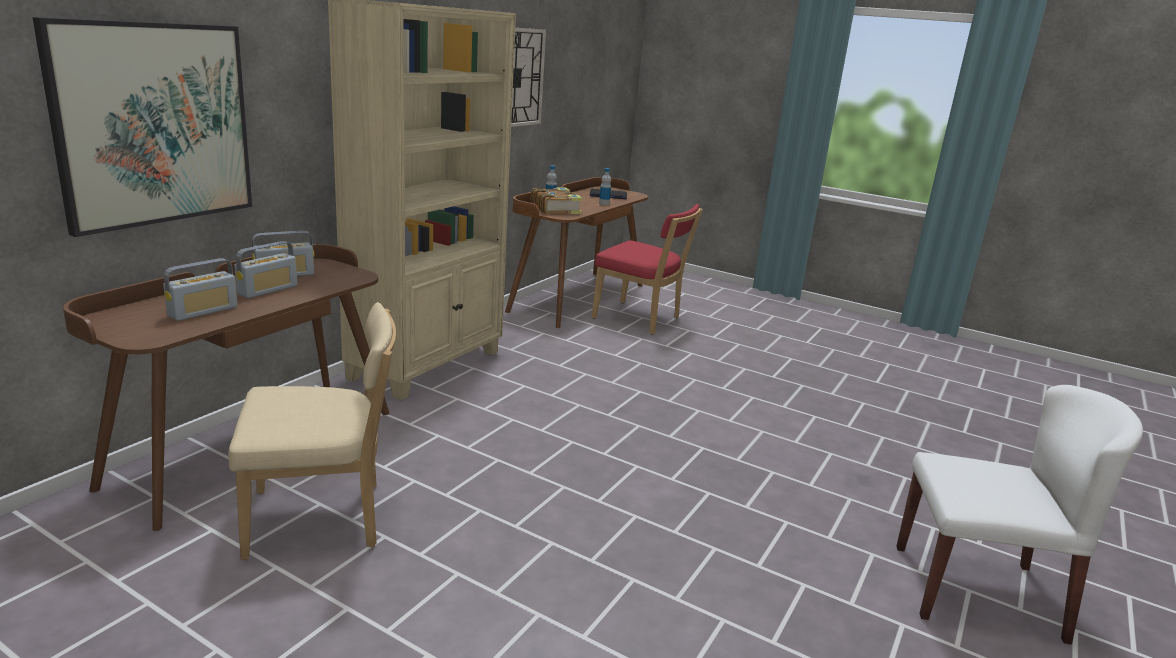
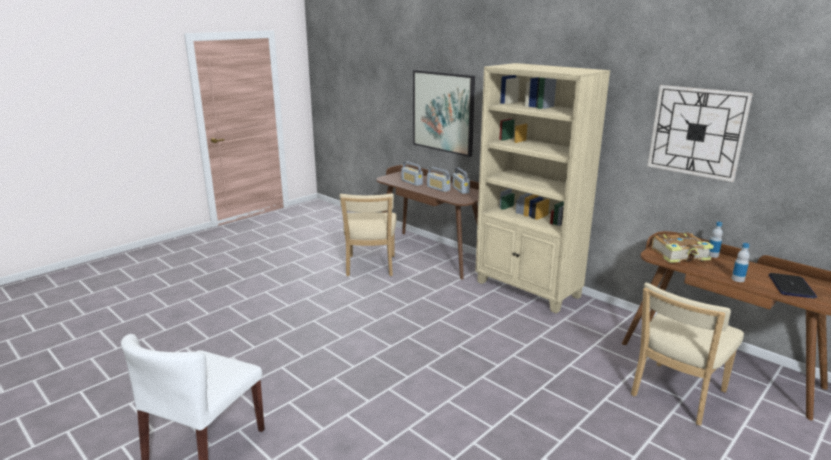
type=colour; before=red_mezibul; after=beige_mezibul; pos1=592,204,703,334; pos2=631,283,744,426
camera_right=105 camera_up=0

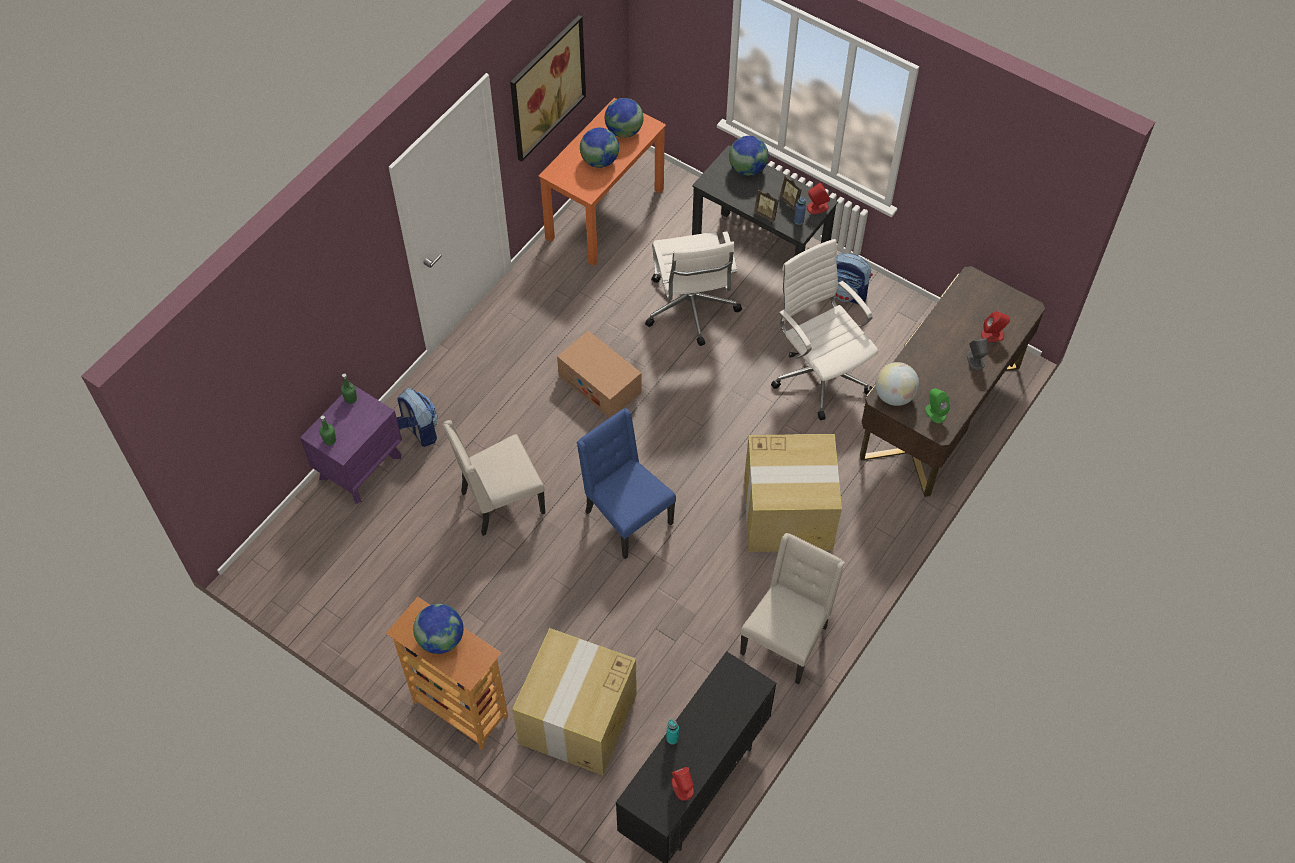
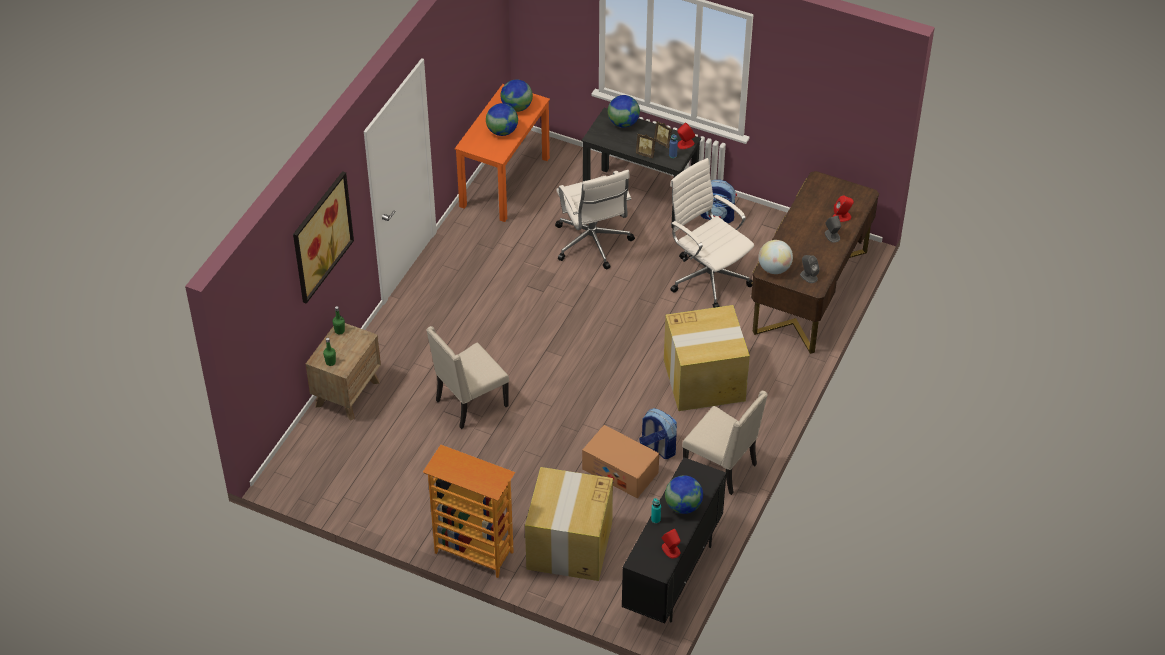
type=missing; before=blue_mezibul; pos1=577,408,676,559
type=relocated; before=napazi; pos1=397,388,438,447; pos2=639,408,677,459
type=relocated; before=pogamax; pos1=413,604,464,654; pos2=665,475,703,514
type=relocated; before=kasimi; pos1=510,15,586,162; pos2=293,171,354,304
type=relocated; before=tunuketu; pos1=557,330,642,418; pos2=582,425,659,498
type=colour; before=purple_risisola; after=brown_risisola; pos1=300,385,402,504; pos2=306,323,381,421
type=colour; before=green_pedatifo; after=grey_pedatifo; pos1=925,388,950,423; pos2=800,255,820,283
type=spun; before=beige_mezibul; pos1=740,533,845,685; pos2=682,391,768,495; turn=105
camera_right=-10 camera_up=-10

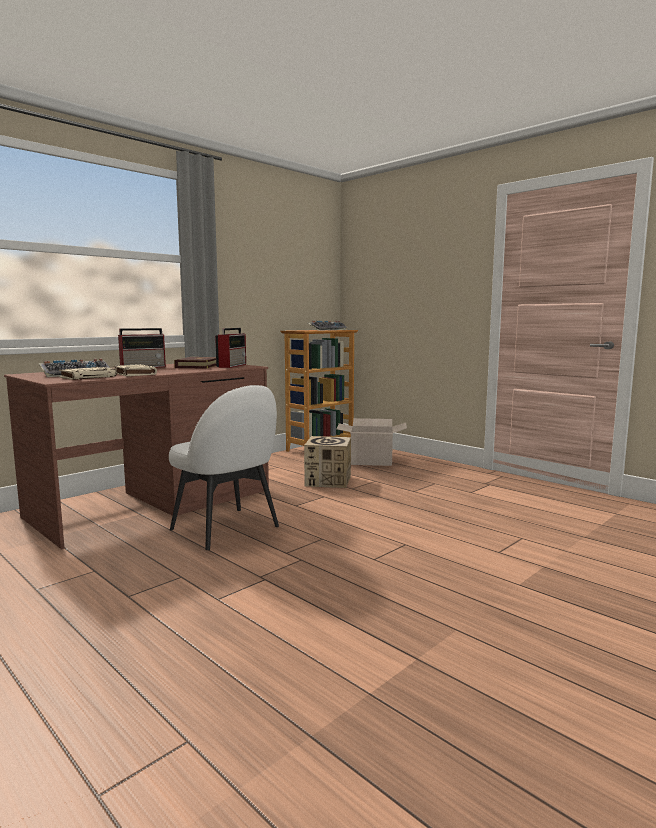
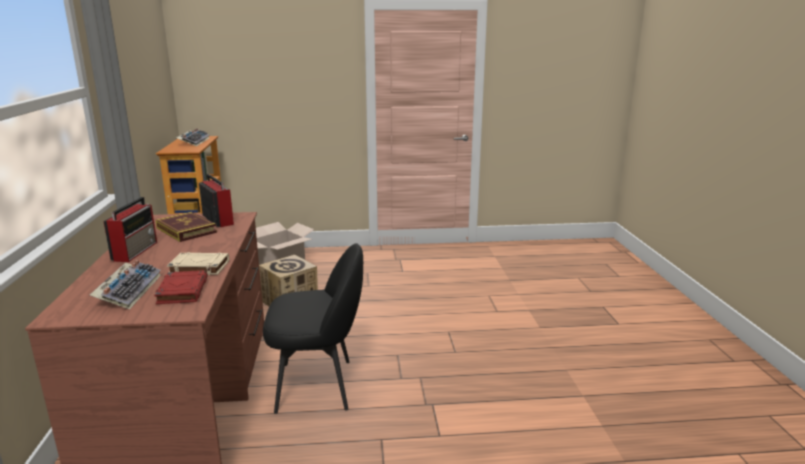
type=colour; before=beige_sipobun; after=red_sipobun; pos1=59,367,117,380; pos2=154,270,208,304
type=colour; before=white_mezibul; after=black_mezibul; pos1=169,385,279,550; pos2=263,243,363,414
camera_right=-50 camera_up=10

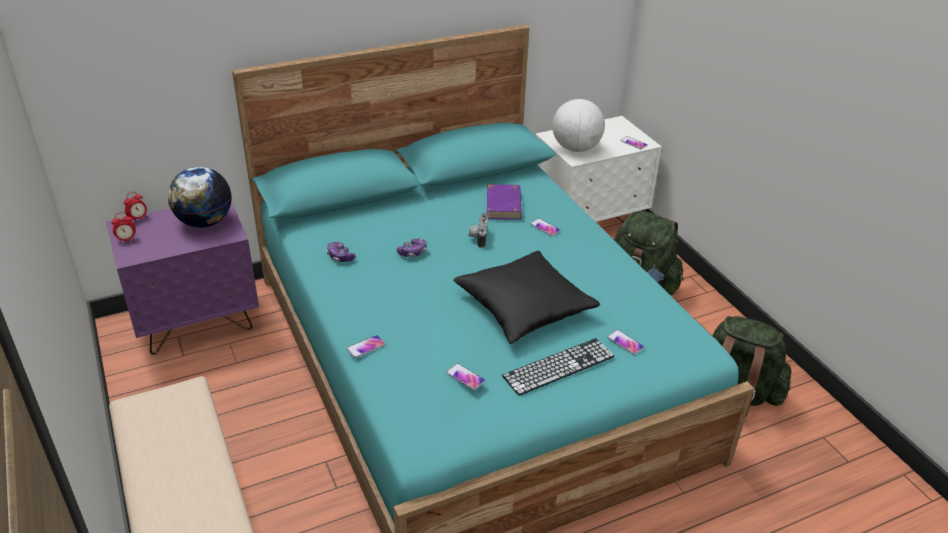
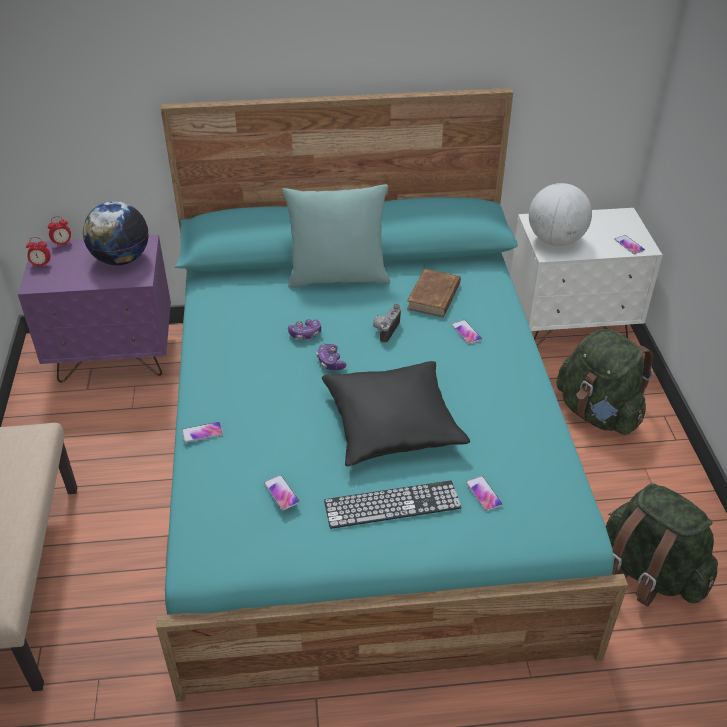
type=appeared; after=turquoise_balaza; pos2=282,184,390,288
type=relocated; before=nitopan; pos1=327,242,355,262; pos2=317,344,346,370
type=colour; before=purple_sipobun; after=brown_sipobun; pos1=487,184,522,220; pos2=407,269,461,317
camera_right=20 camera_up=5

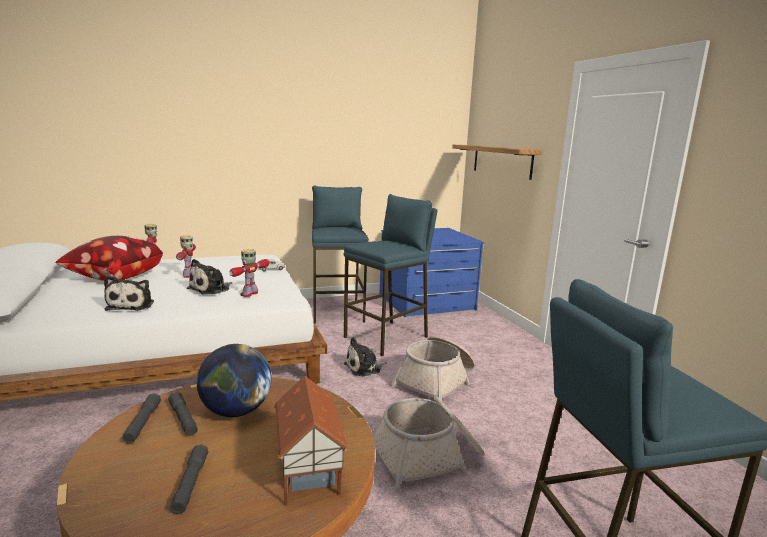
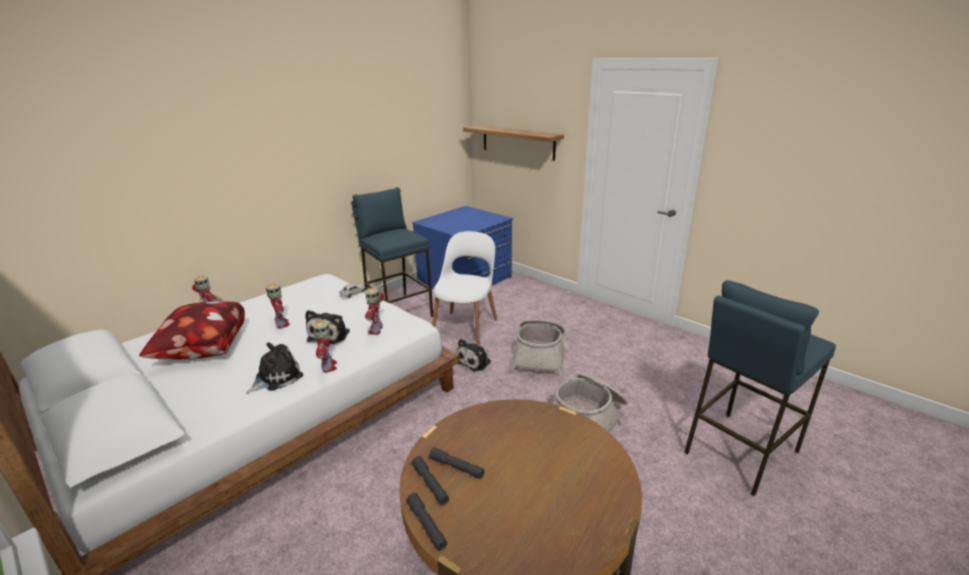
type=missing; before=pogamax; pos1=197,344,272,417
type=missing; before=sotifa; pos1=274,376,349,505
type=appeared; after=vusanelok; pos2=312,321,337,372
type=relocated; before=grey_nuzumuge; pos1=170,444,208,514; pos2=406,492,447,551
type=exchanged; before=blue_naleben; after=white_mezibul; pos1=344,194,437,356; pos2=432,231,497,345
type=spun; before=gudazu; pos1=104,276,154,311; pos2=246,342,303,394; turn=-105
camera_right=-25 camera_up=10

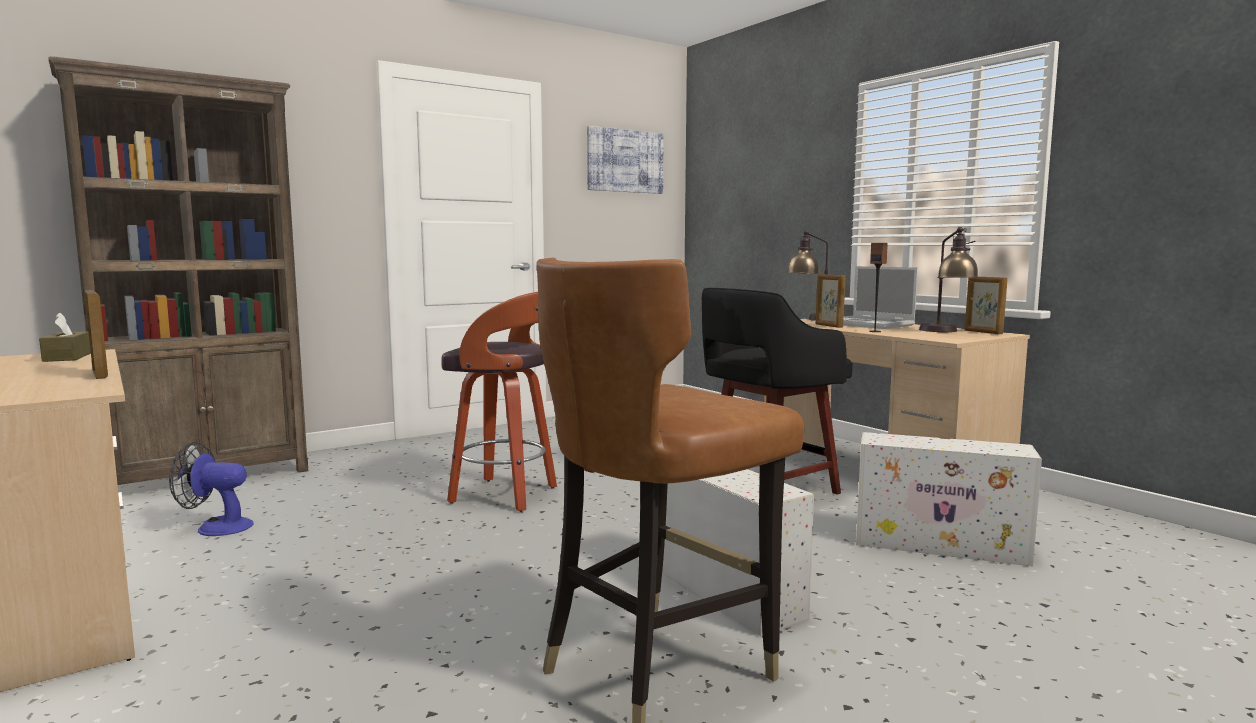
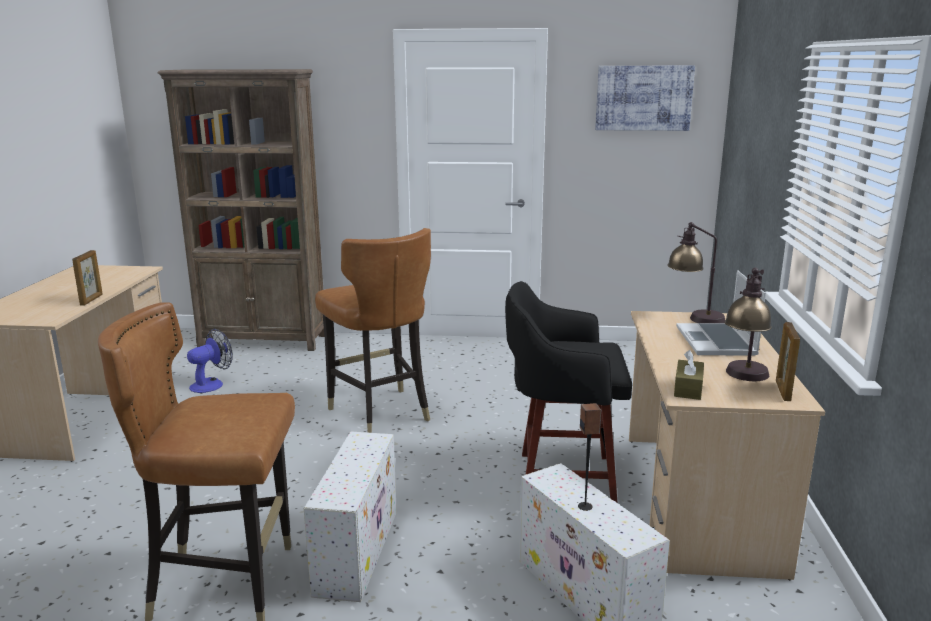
type=missing; before=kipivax; pos1=816,274,845,328
type=relocated; before=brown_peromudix; pos1=39,313,91,362; pos2=674,350,704,400
type=relocated; before=pedatifo; pos1=869,243,888,332; pos2=578,403,601,511
type=exchanged; before=naleben; after=brown_mezibul; pos1=441,292,557,512; pos2=315,228,431,433
type=spun; before=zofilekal; pos1=169,442,254,536; pos2=187,329,233,393; turn=90
camera_right=40 camera_up=10

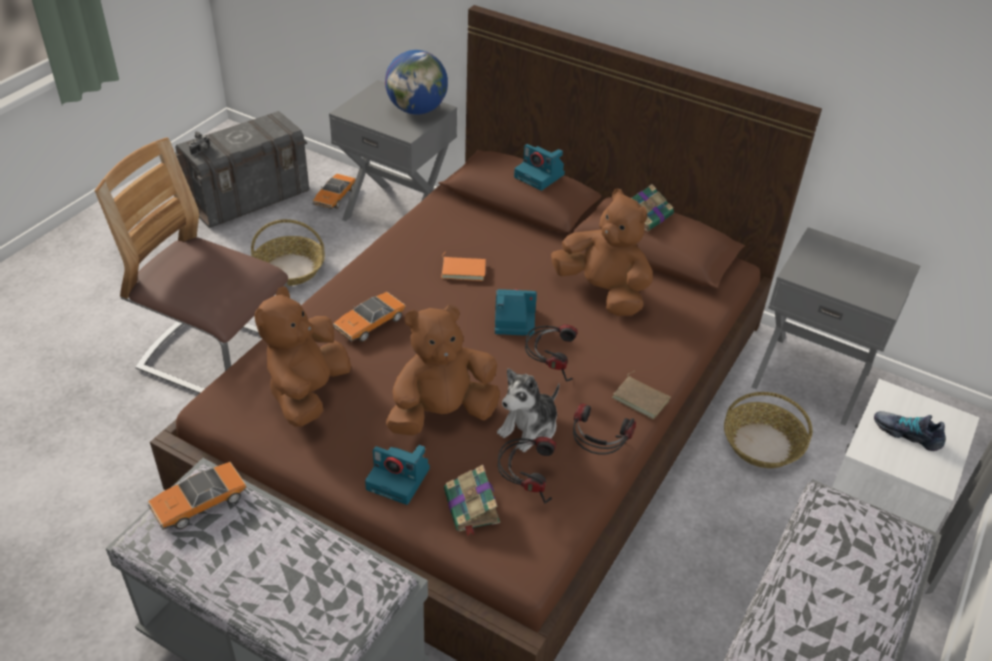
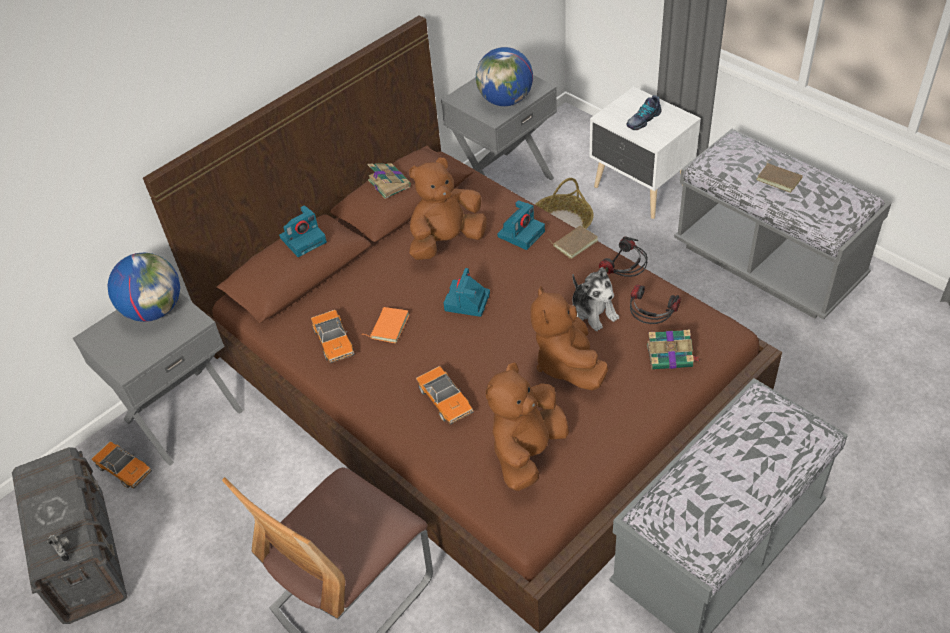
type=missing; before=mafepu; pos1=251,219,325,286
type=missing; before=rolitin; pos1=525,324,578,381
type=appeared; after=pogamax; pos2=476,47,533,106
type=appeared; after=brown_sipobun; pos2=756,159,803,193
type=relocated; before=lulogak; pos1=148,462,246,530; pos2=311,310,354,363
type=relocated; before=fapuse; pos1=365,445,430,505; pos2=497,200,545,250
type=spun; before=brown_gudazu; pos1=255,286,351,427; pos2=485,363,569,491; turn=90
camera_right=-70 camera_up=5

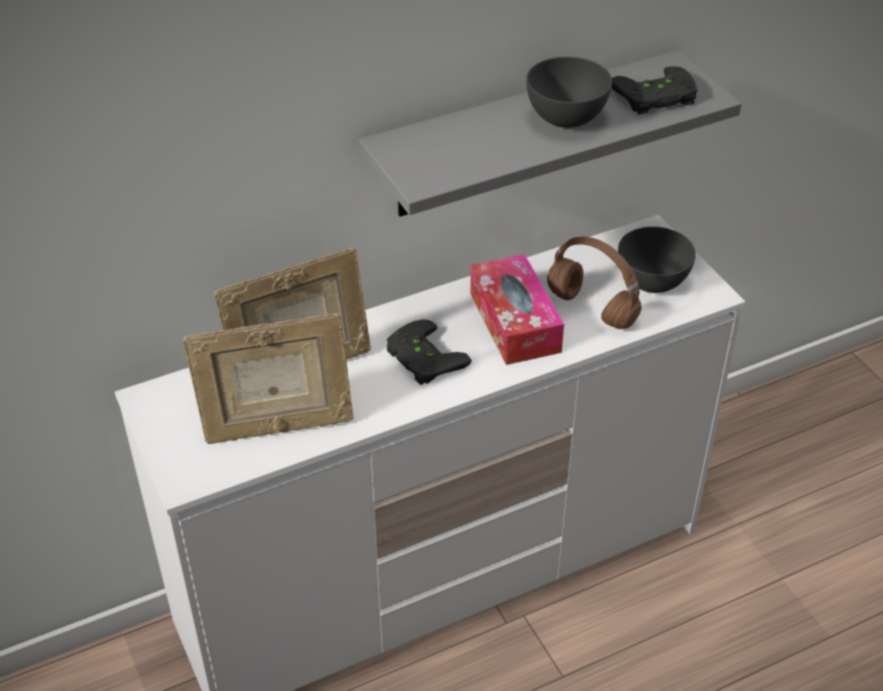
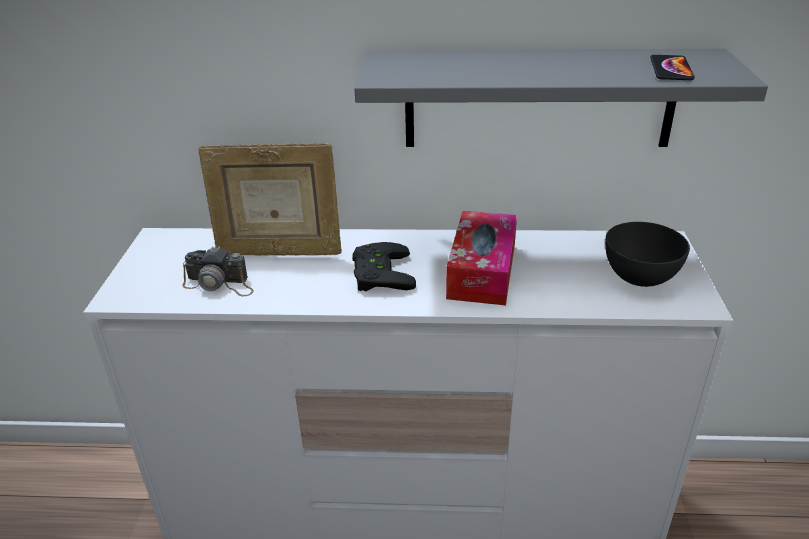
type=missing; before=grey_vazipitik; pos1=526,57,612,128
type=missing; before=brown_rolitin; pos1=547,237,642,329
type=exchanged; before=kipivax; after=fapuse; pos1=183,313,354,444; pos2=183,246,254,296
type=exchanged; before=black_nitopan; after=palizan; pos1=612,66,697,115; pos2=650,55,695,80
camera_right=30 camera_up=-10

